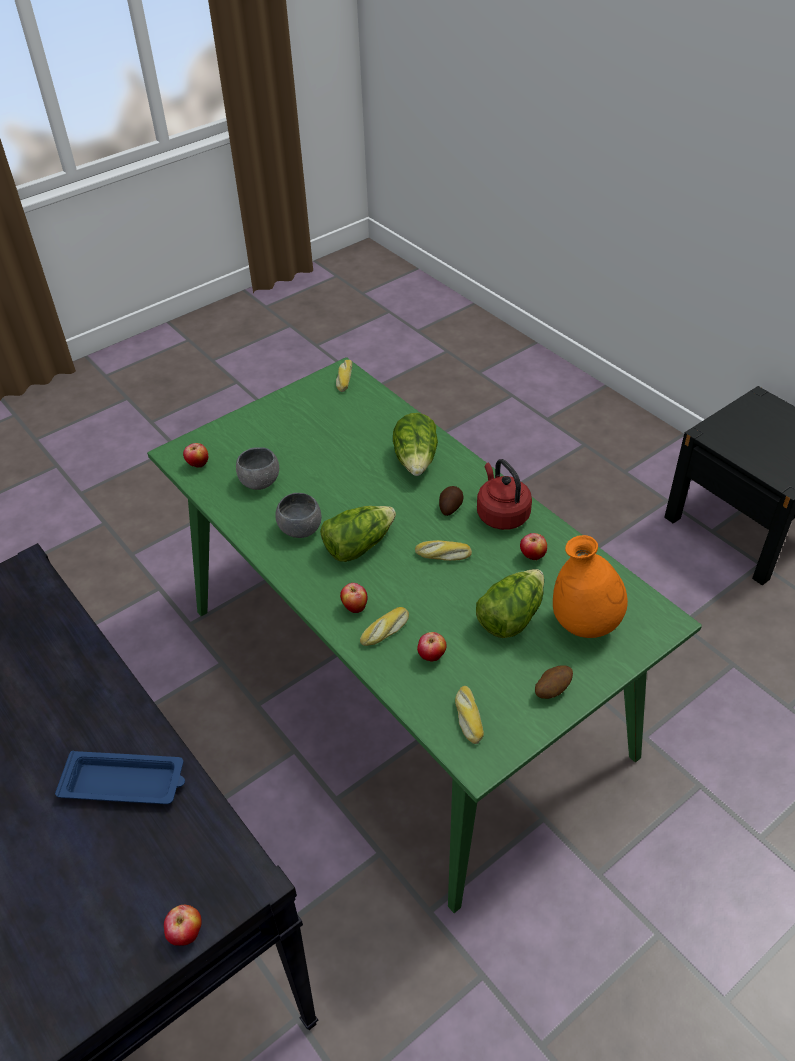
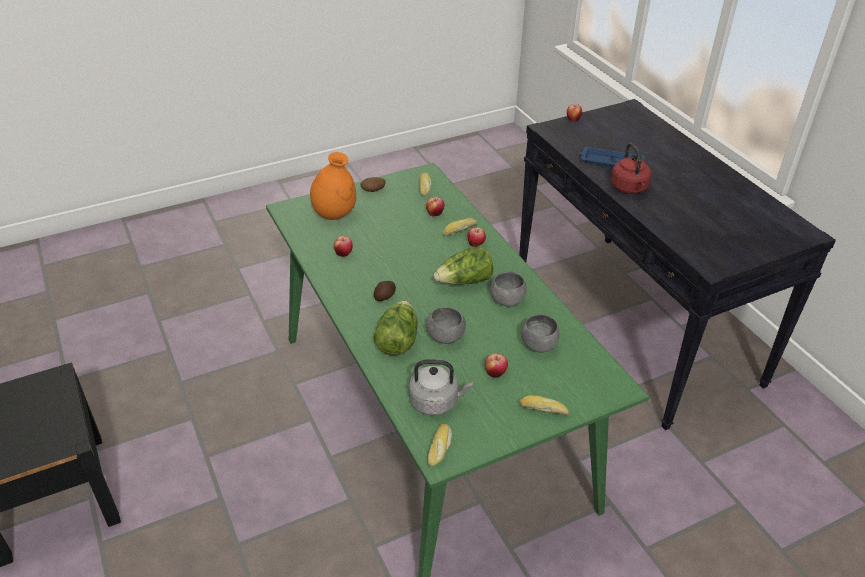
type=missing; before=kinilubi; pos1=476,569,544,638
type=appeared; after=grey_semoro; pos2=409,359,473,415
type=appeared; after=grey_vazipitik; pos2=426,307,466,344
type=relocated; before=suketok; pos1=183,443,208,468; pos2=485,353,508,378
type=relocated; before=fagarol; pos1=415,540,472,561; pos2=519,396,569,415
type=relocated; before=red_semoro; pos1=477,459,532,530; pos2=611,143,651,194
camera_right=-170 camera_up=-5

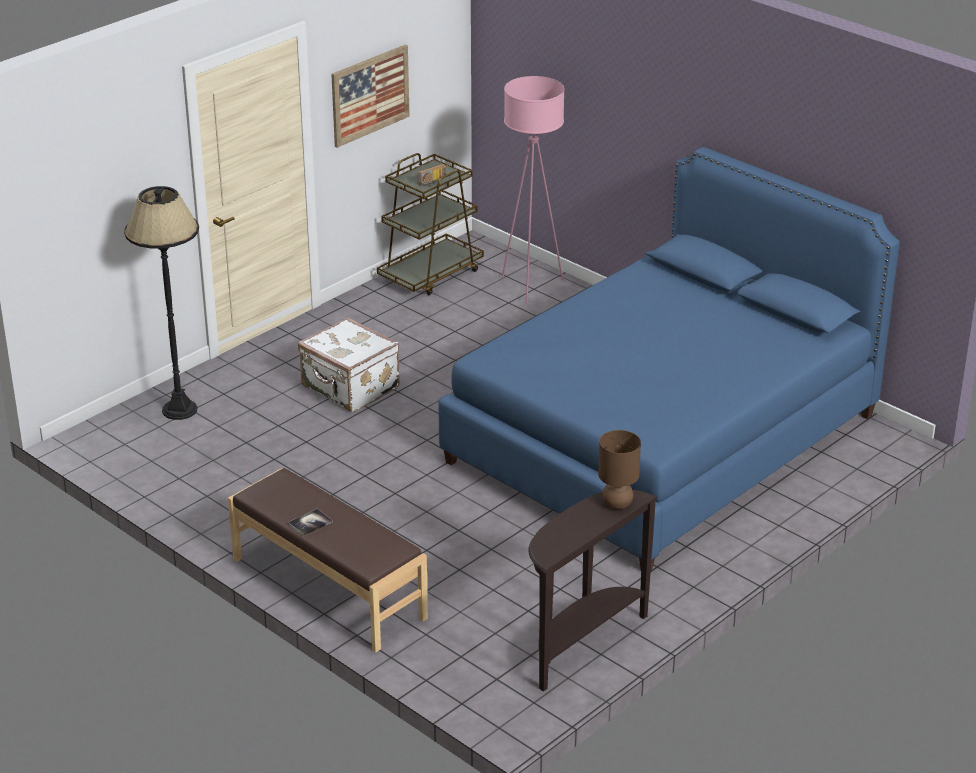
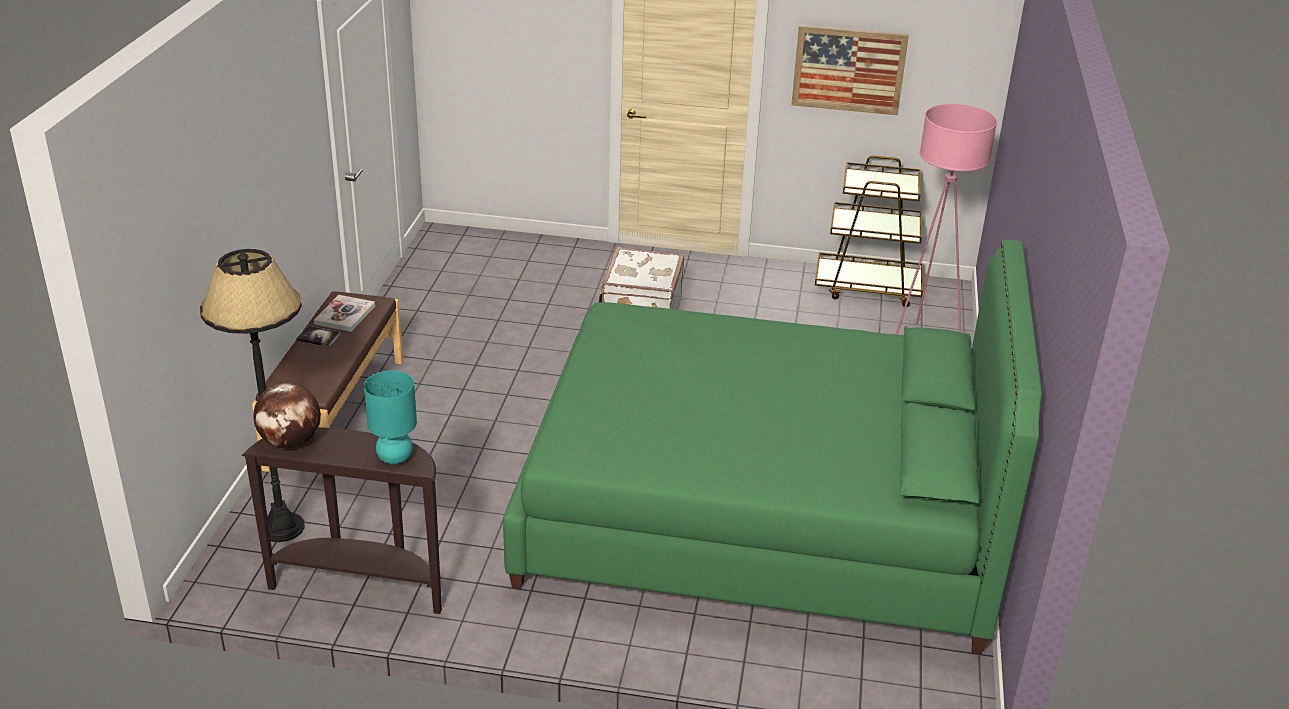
type=missing; before=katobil; pos1=417,164,446,187
type=appeared; after=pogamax; pos2=253,383,321,448
type=appeared; after=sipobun; pos2=314,295,375,332
type=relocated; before=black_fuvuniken; pos1=124,186,199,420; pos2=200,249,305,542
type=colour; before=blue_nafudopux; after=green_nafudopux; pos1=438,147,900,571; pos2=503,239,1042,654
type=colour; before=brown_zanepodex; after=turquoise_zanepodex; pos1=598,430,641,509; pos2=364,370,417,464
camera_right=55 camera_up=0

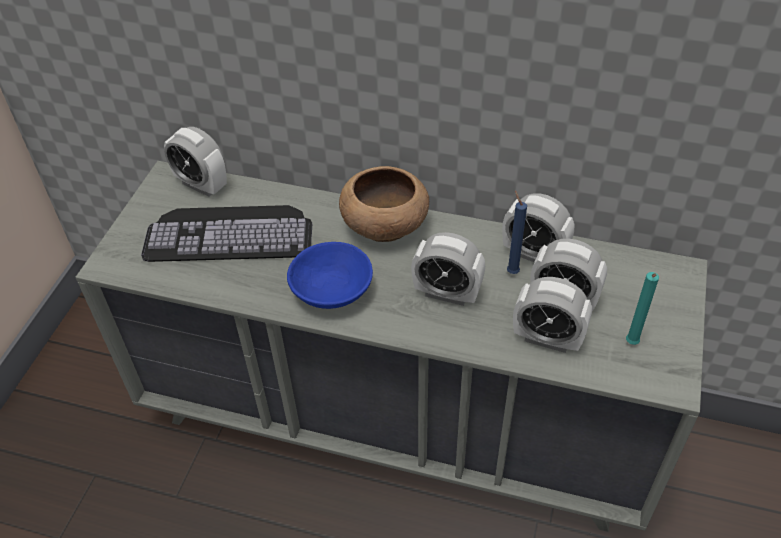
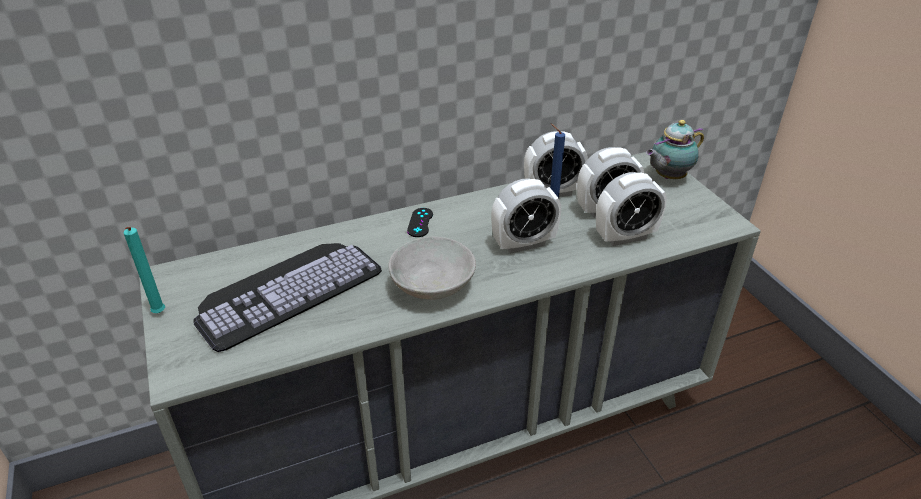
type=missing; before=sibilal; pos1=164,127,227,197
type=appeared; after=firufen; pos2=646,120,704,179
type=relocated; before=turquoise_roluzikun; pos1=626,272,659,345; pos2=123,226,165,313
type=exchanged; before=brown_vazipitik; after=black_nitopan; pos1=339,166,429,242; pos2=407,208,433,237
type=colour; before=blue_vazipitik; after=grey_vazipitik; pos1=287,242,373,309; pos2=388,237,476,300
camera_right=-40 camera_up=-10

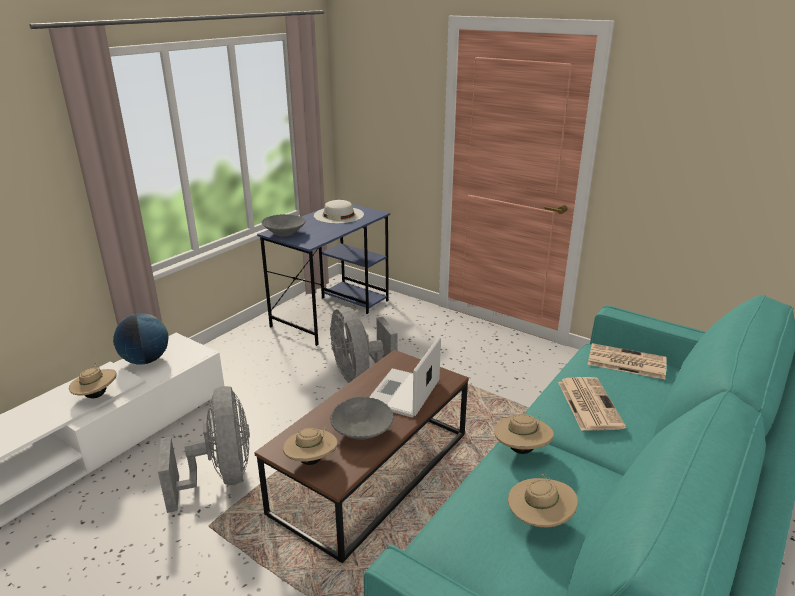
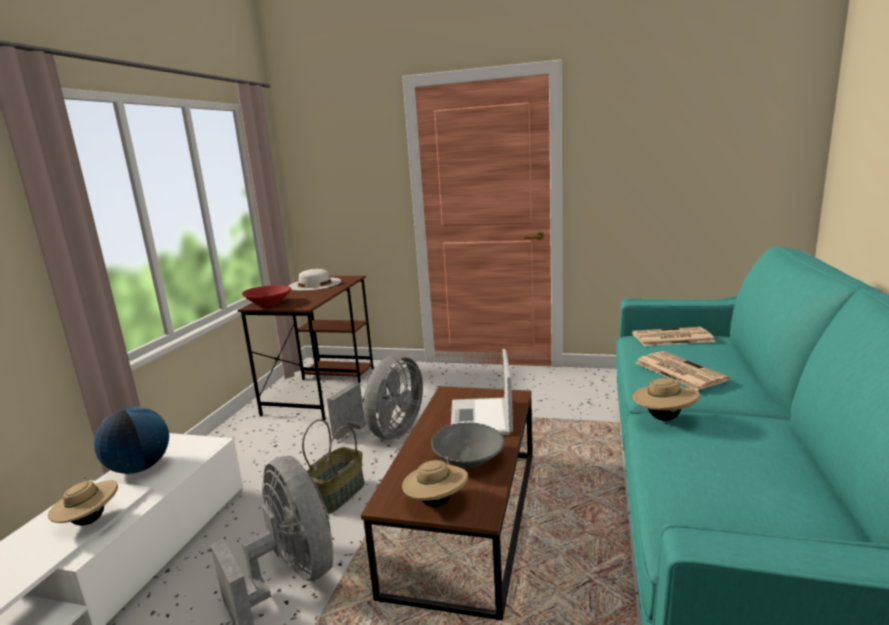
type=missing; before=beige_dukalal; pos1=508,472,578,527
type=appeared; after=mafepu; pos2=302,419,365,514
type=colour; before=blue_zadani; after=brown_zadani; pos1=257,204,390,346; pos2=238,276,374,420
type=colour; before=grey_vazipitik; after=red_vazipitik; pos1=262,214,306,237; pos2=242,285,291,307
type=spun; before=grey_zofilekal; pos1=330,307,398,383; pos2=327,355,423,440; turn=-105
camera_right=-20 camera_up=-10

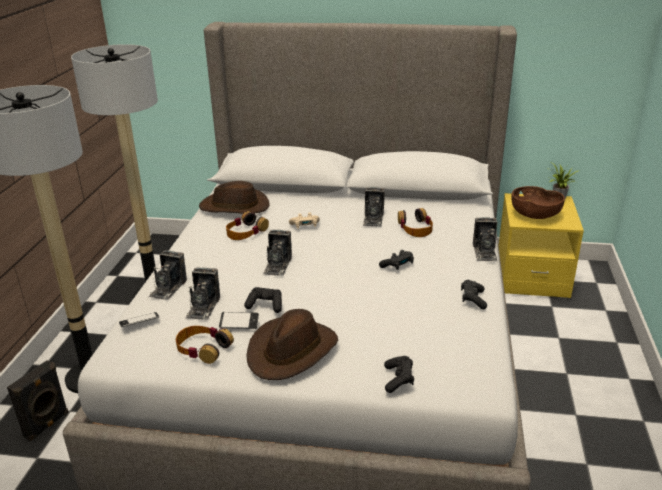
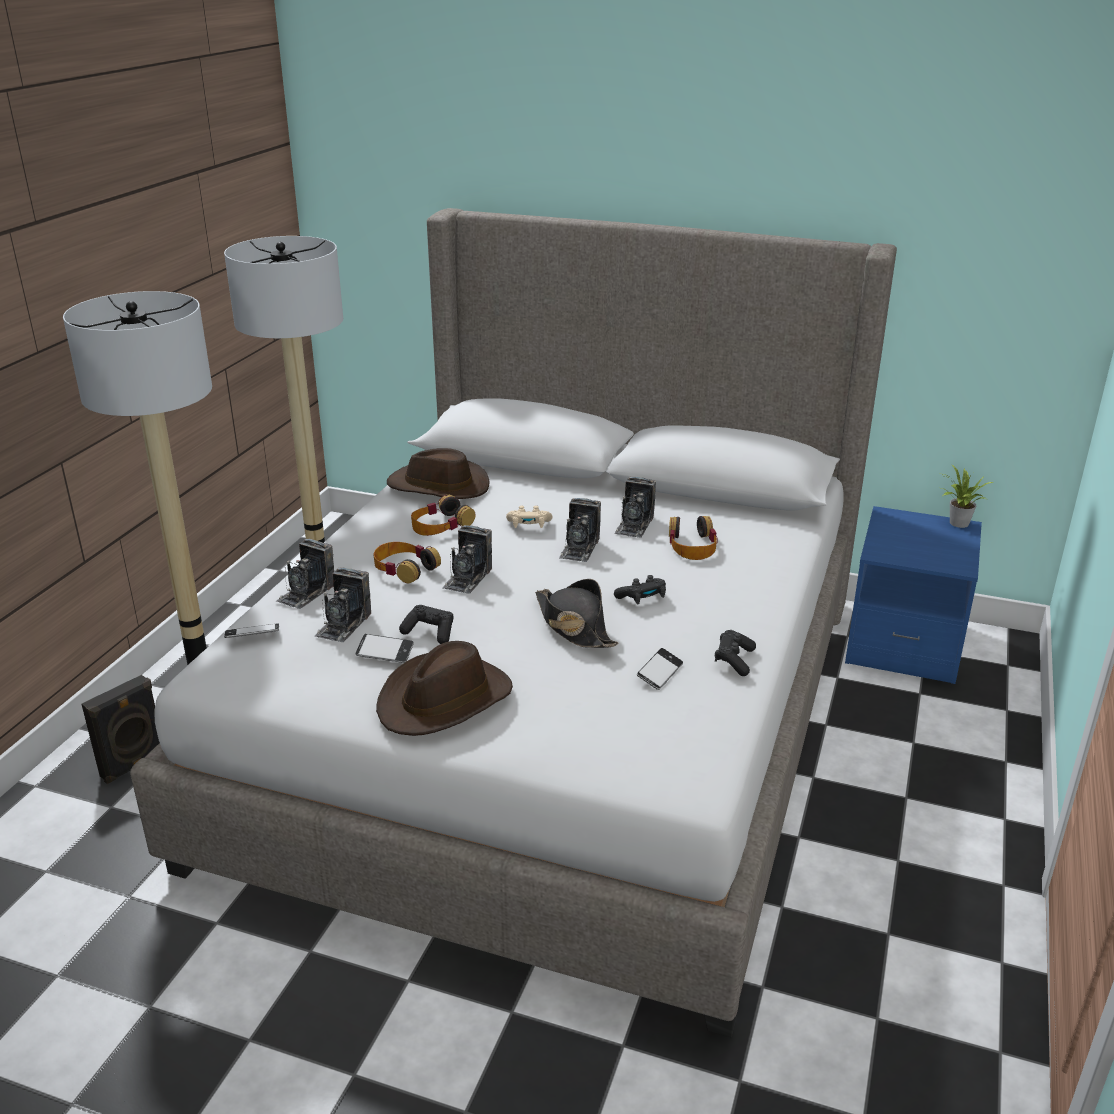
type=missing; before=black_nitopan; pos1=384,356,414,393
type=missing; before=brown_vazipitik; pos1=511,186,565,219
type=appeared; after=black_dukalal; pos2=535,579,619,648
type=appeared; after=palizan; pos2=637,648,683,690
type=relocated; before=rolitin; pos1=176,326,234,364; pos2=373,542,441,583
type=relocated; before=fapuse; pos1=473,217,497,261; pos2=559,498,601,562
type=colour; before=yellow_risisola; after=blue_risisola; pos1=499,193,584,298; pos2=845,506,982,684
camera_right=10 camera_up=0

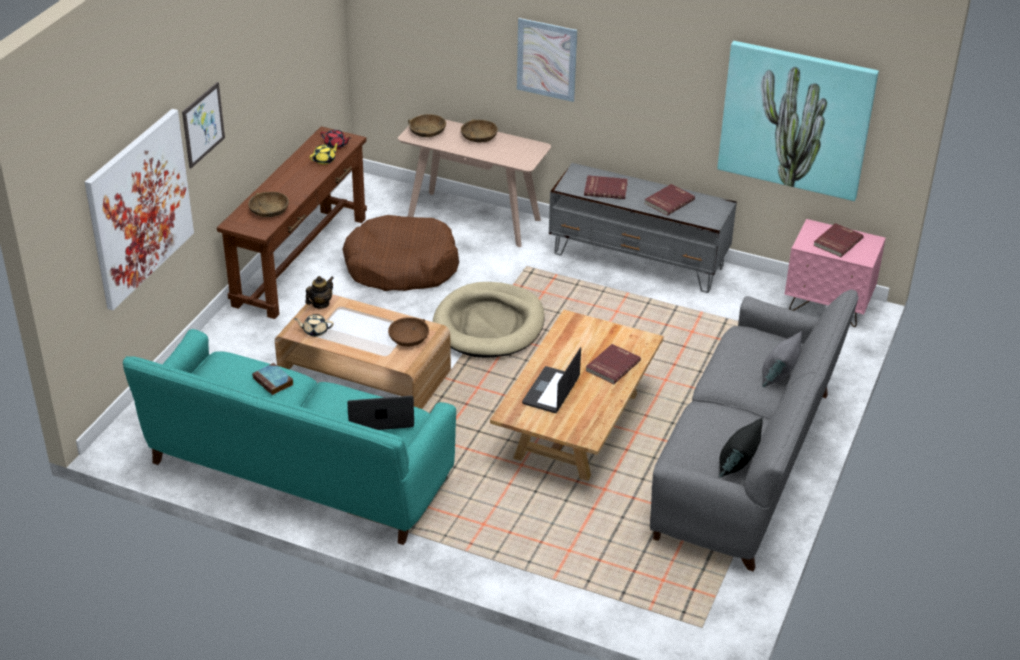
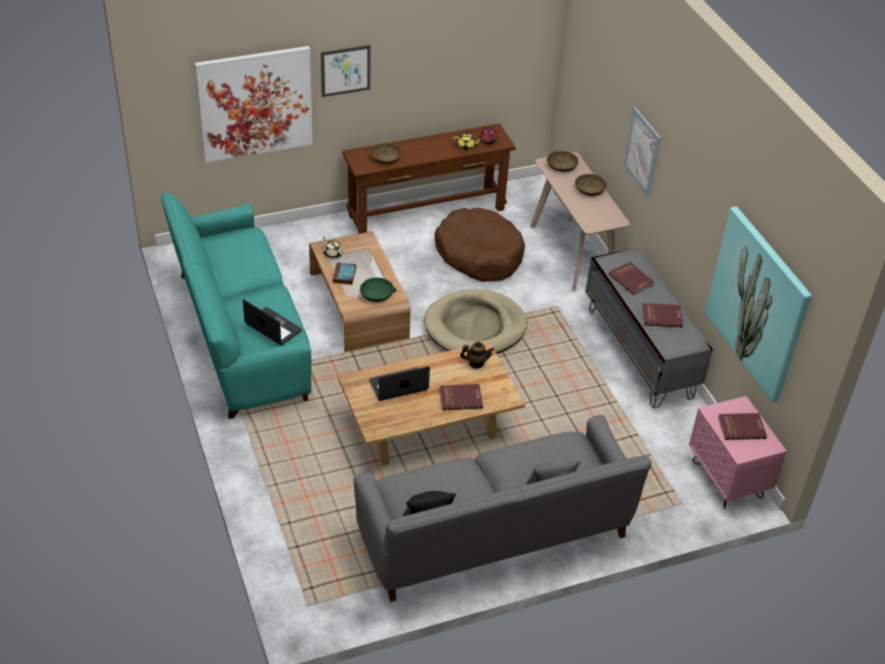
type=relocated; before=sipobun; pos1=252,363,293,395; pos2=333,262,356,285
type=relocated; before=firufen; pos1=305,276,334,309; pos2=460,341,494,369
type=colour; before=brown_vazipitik; after=green_vazipitik; pos1=388,317,429,347; pos2=360,278,396,302
camera_right=45 camera_up=5

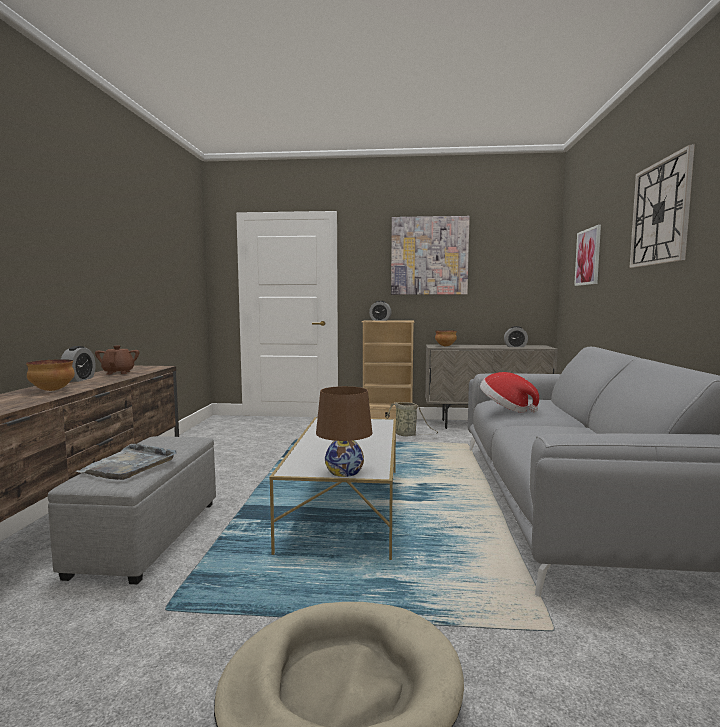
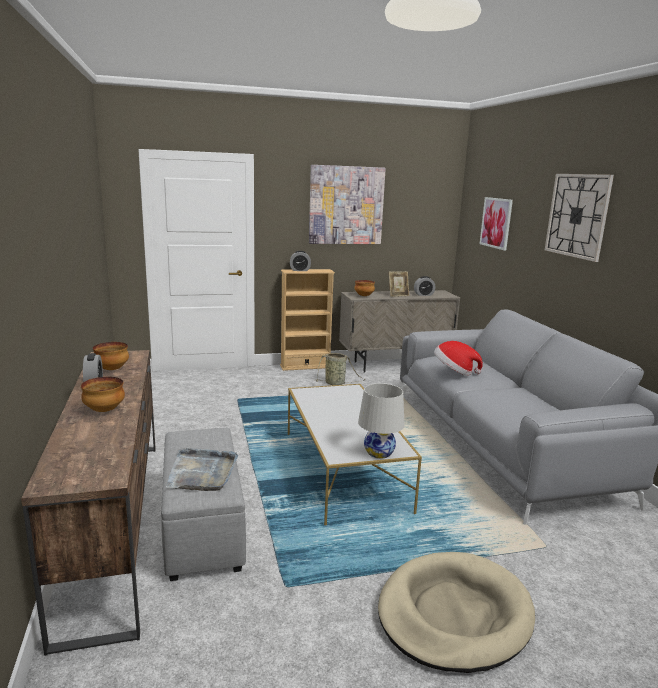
type=appeared; after=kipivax; pos2=389,271,409,297
type=exchanged; before=brown_firufen; after=vazipitik; pos1=95,346,140,375; pos2=93,342,129,370
type=colour; before=brown_zanepodex; after=white_zanepodex; pos1=316,386,373,477; pos2=358,383,405,458
camera_right=-20 camera_up=10

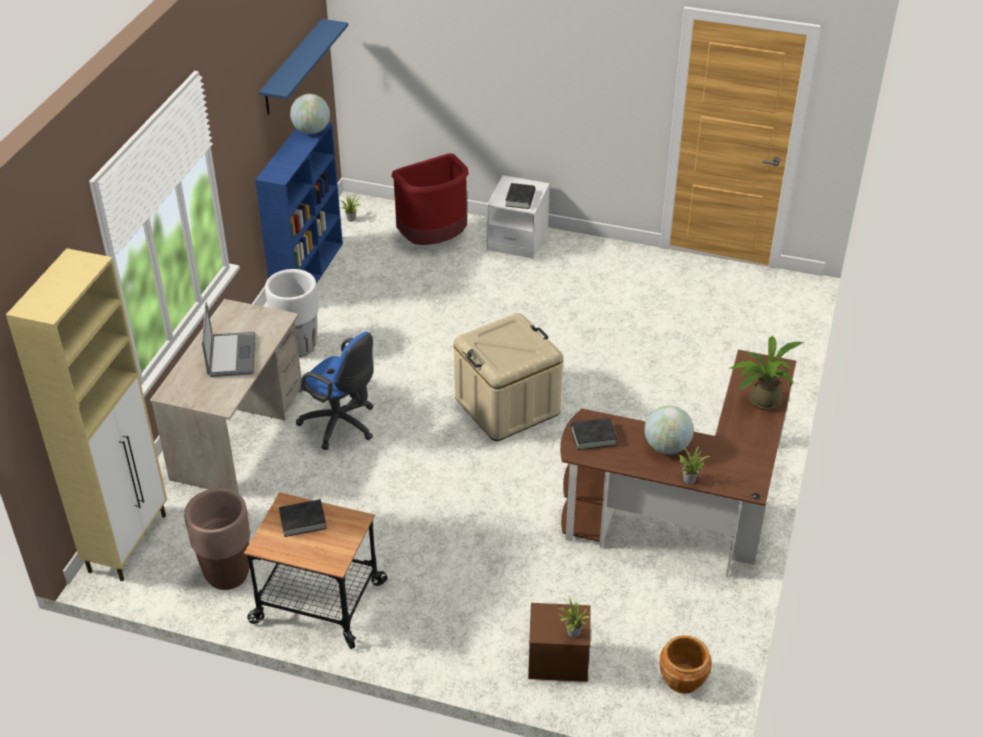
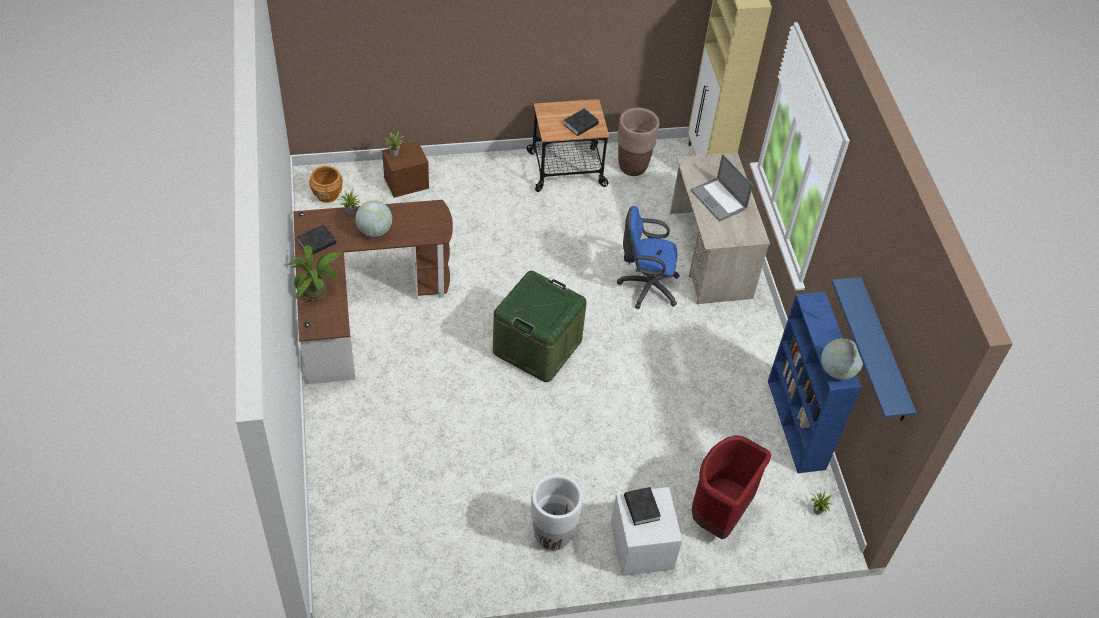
type=relocated; before=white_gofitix; pos1=265,269,319,357; pos2=531,474,583,551
type=relocated; before=black_sipobun; pos1=571,418,617,450; pos2=297,224,336,254
type=colour; before=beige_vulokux; after=green_vulokux; pos1=454,313,563,441; pos2=493,271,587,382
camera_right=150 camera_up=10

